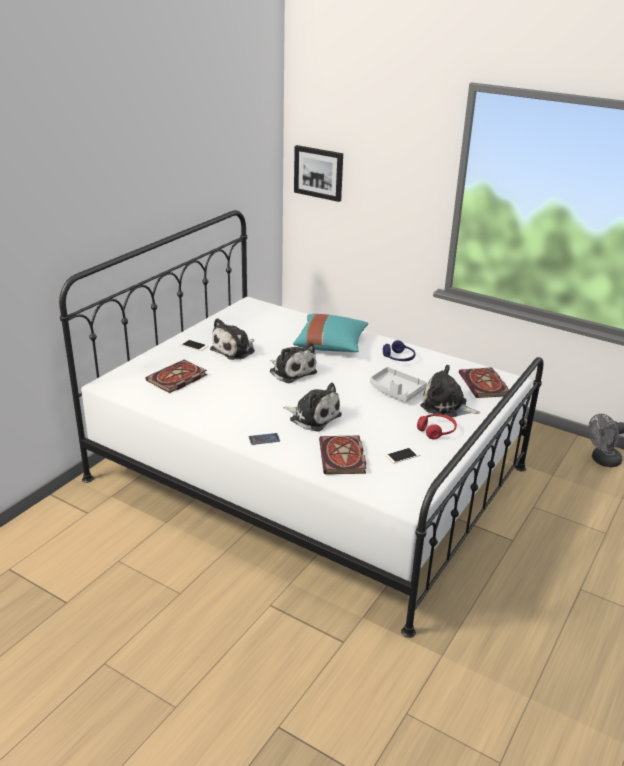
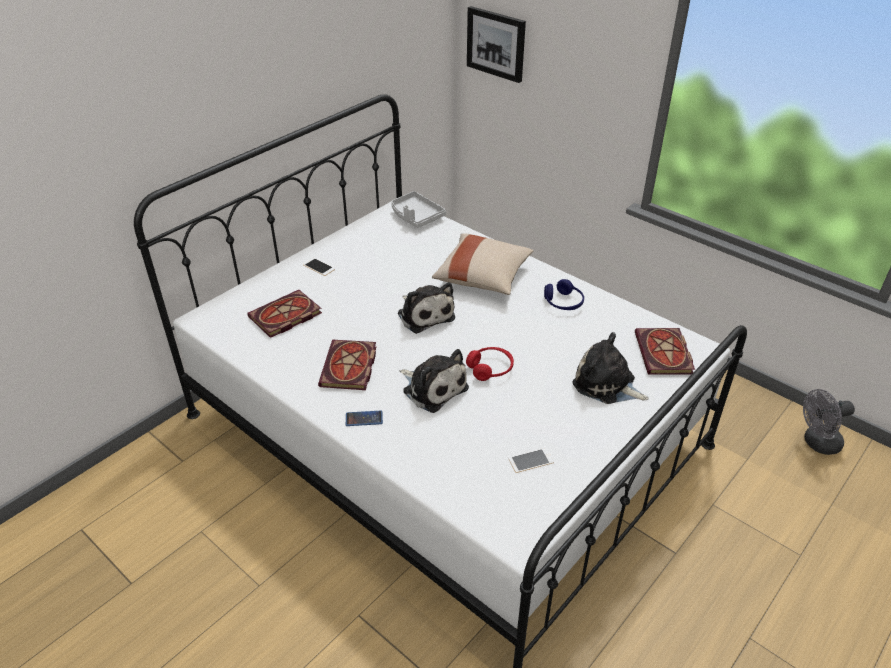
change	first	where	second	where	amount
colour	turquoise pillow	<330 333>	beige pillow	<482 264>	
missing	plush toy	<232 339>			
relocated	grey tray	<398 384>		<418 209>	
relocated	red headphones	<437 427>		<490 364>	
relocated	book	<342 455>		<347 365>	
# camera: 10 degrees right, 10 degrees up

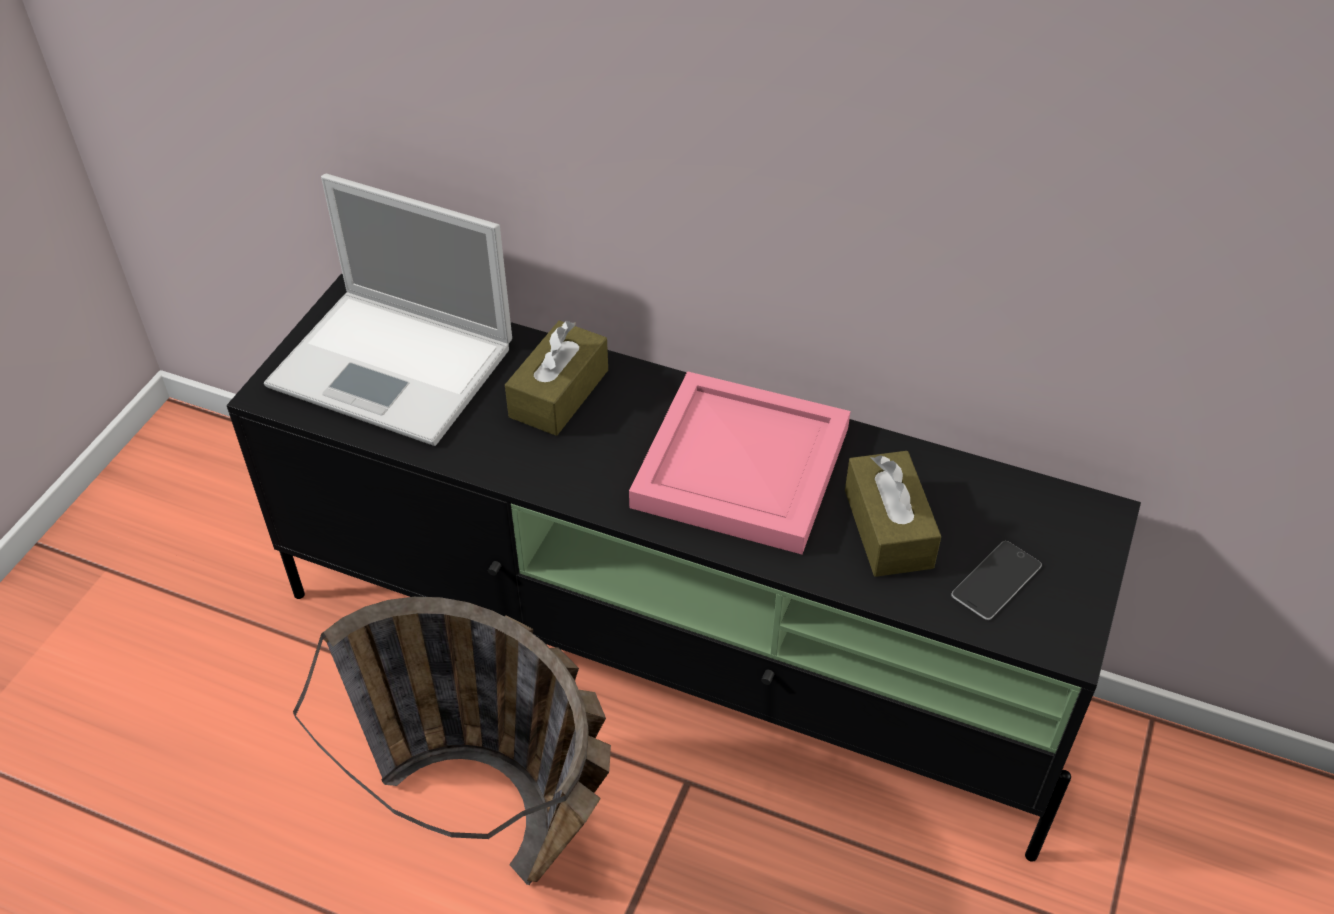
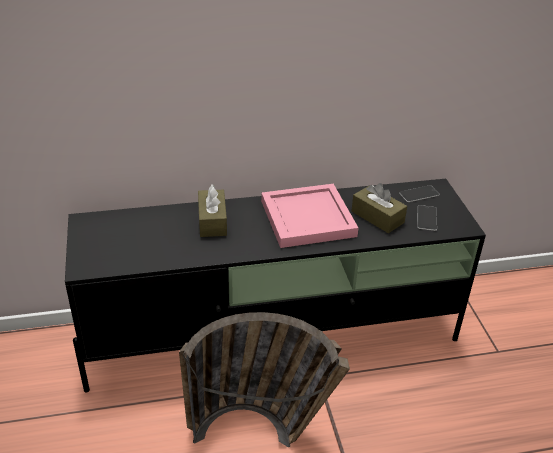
change	first	where	second	where	amount
missing	laptop	<388 310>			
appeared			phone	<419 193>	
# camera: 35 degrees left, 10 degrees down

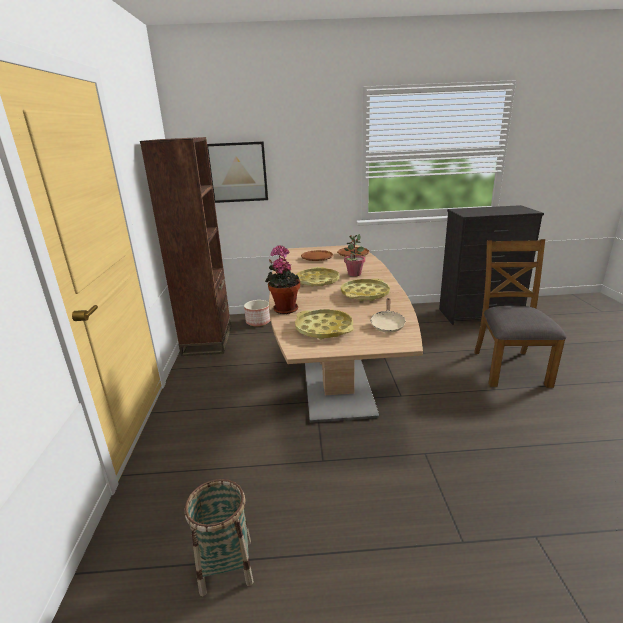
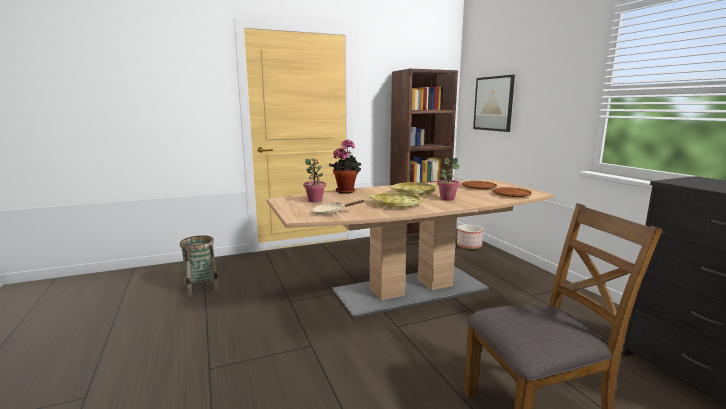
change	first	where	second	where	amount
exchanged	yellow tray	<324 324>	potted plant	<314 180>	
# camera: 70 degrees right, 10 degrees down

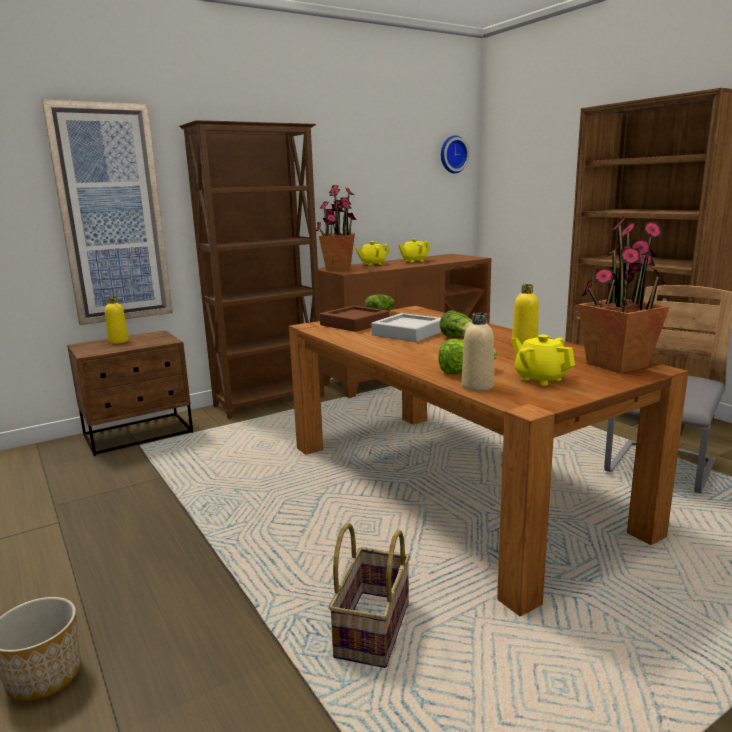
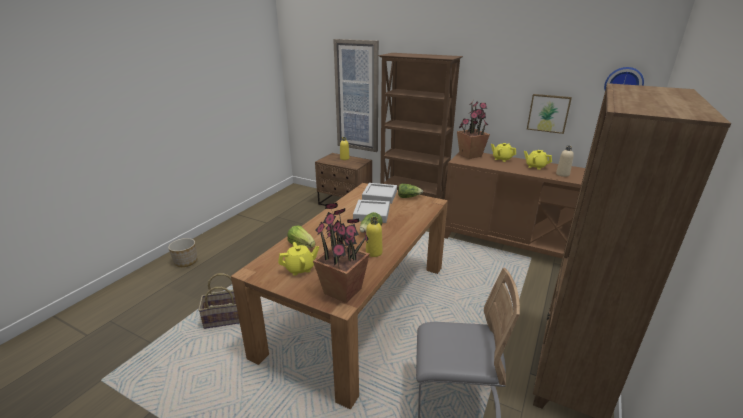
change	first	where	second	where	amount
colour	brown tray	<354 318>	grey tray	<379 193>	
relocated	beige bottle	<478 351>		<565 161>	
spun	yellow teapot	<543 360>		<298 259>	45 degrees clockwise
appeared			picture	<549 114>	
# camera: 60 degrees right, 10 degrees up

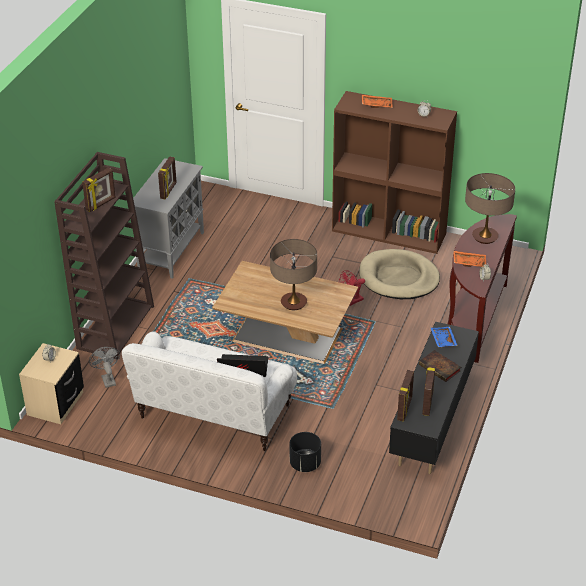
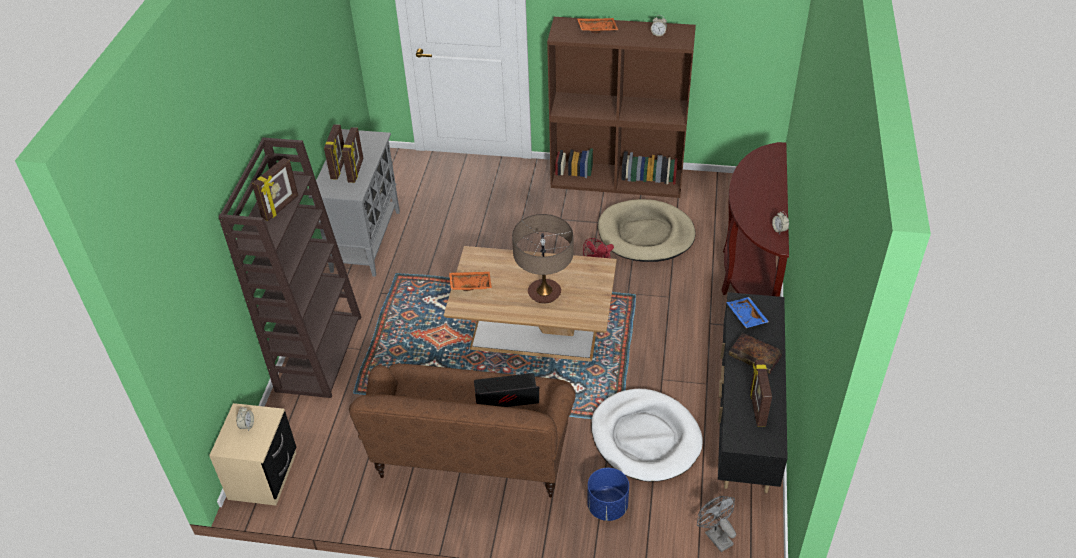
change	first	where	second	where	amount
missing	table lamp	<490 208>			
relocated	orange tray	<469 259>		<470 281>	
colour	white sofa	<209 391>	brown sofa	<462 431>	
relocated	grey fan	<104 367>		<716 524>	
relocated	picture frame	<405 395>		<334 152>	
colour	black planter	<305 452>	blue planter	<608 494>	
appeared			white dog bed	<647 435>	
# camera: 10 degrees left, 5 degrees up

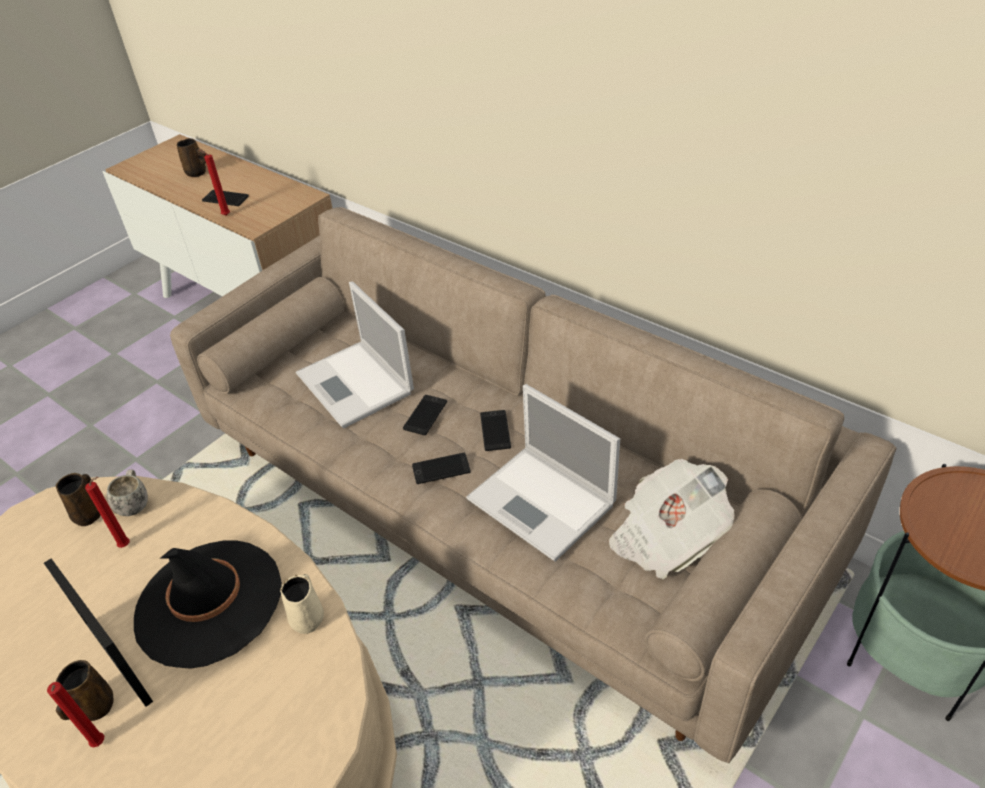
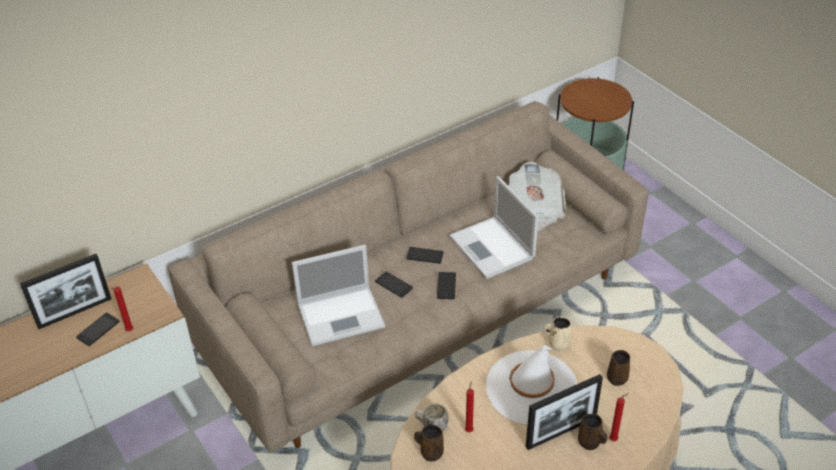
change	first	where	second	where	amount
relocated	brown mug	<191 157>		<618 368>	
spun	laptop	<543 473>		<494 227>	90 degrees clockwise
colour	black hat	<208 605>	white hat	<531 385>	
appeared			picture frame	<65 291>	
# camera: 75 degrees left, 0 degrees up

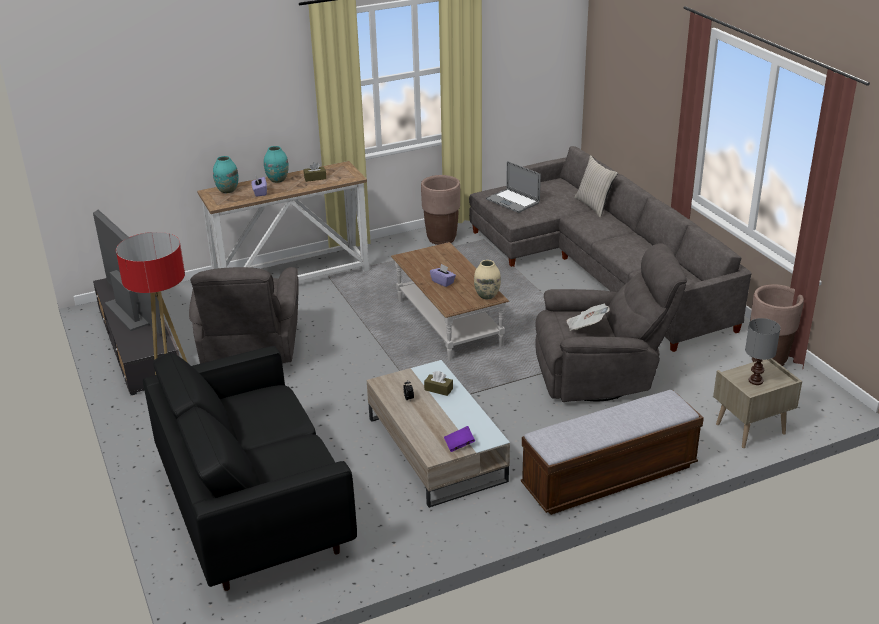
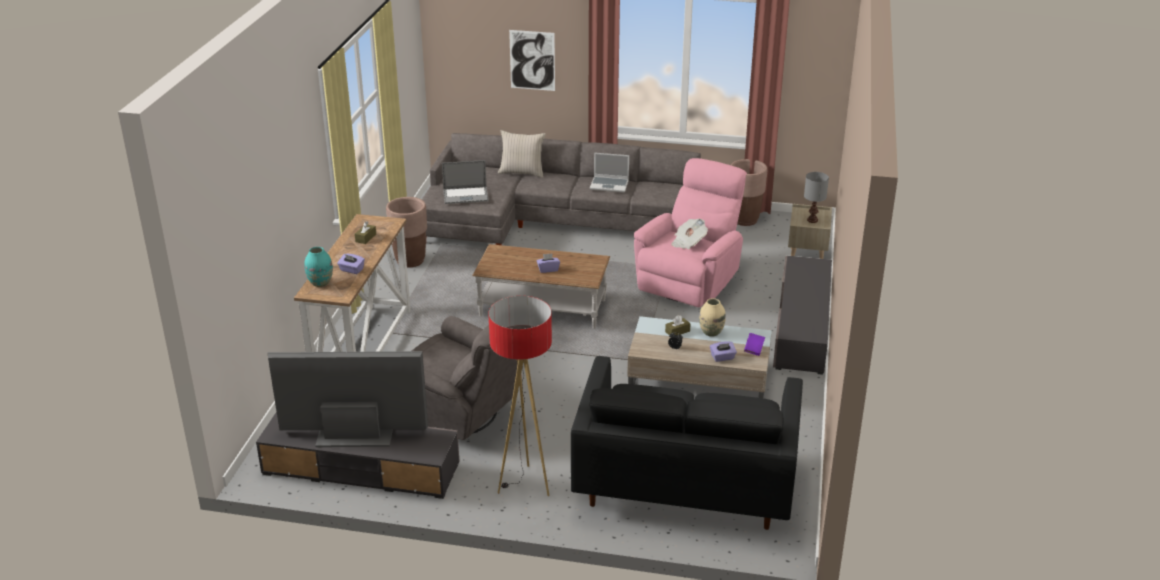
change	first	where	second	where	amount
missing	turquoise vase	<276 164>			
colour	grey armchair	<611 322>	pink armchair	<690 232>	
relocated	beige vase	<487 279>		<712 317>	
exchanged	bench	<612 452>	grey tv stand	<802 315>	
appeared			picture	<532 60>	
appeared			laptop	<609 172>	
appeared			purple tissue box	<723 351>	
# camera: 55 degrees left, 0 degrees up

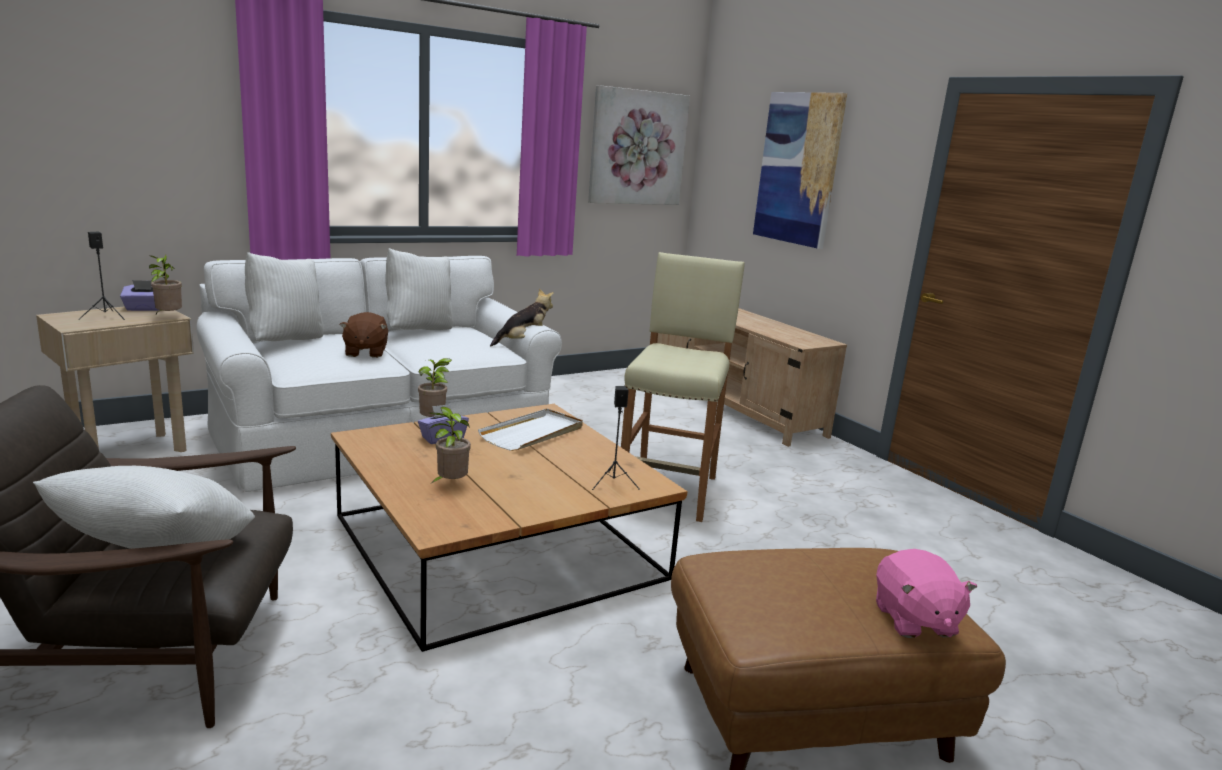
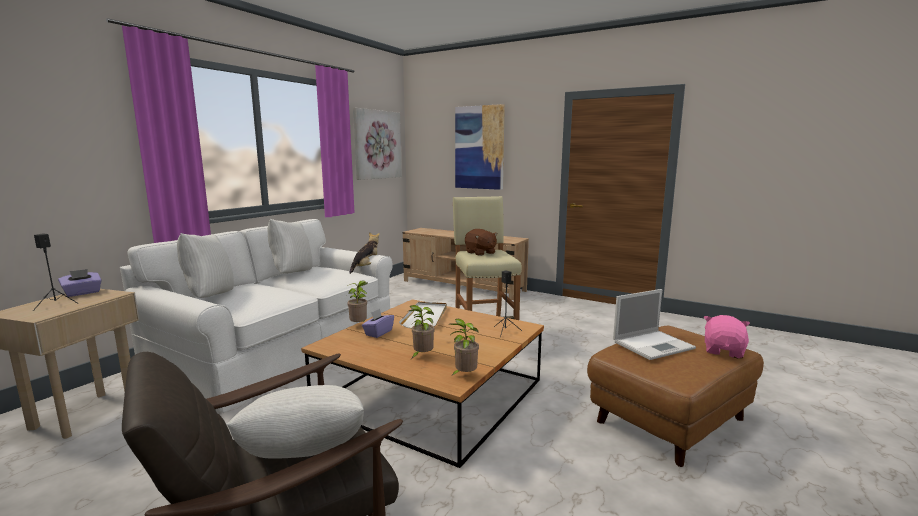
change	first	where	second	where	amount
relocated	potted plant	<165 284>		<464 348>	
relocated	brown plush toy	<363 335>		<481 242>	
spun	pink plush toy	<926 593>		<727 337>	120 degrees counterclockwise
appeared			laptop	<654 324>	
# camera: 25 degrees left, 5 degrees down

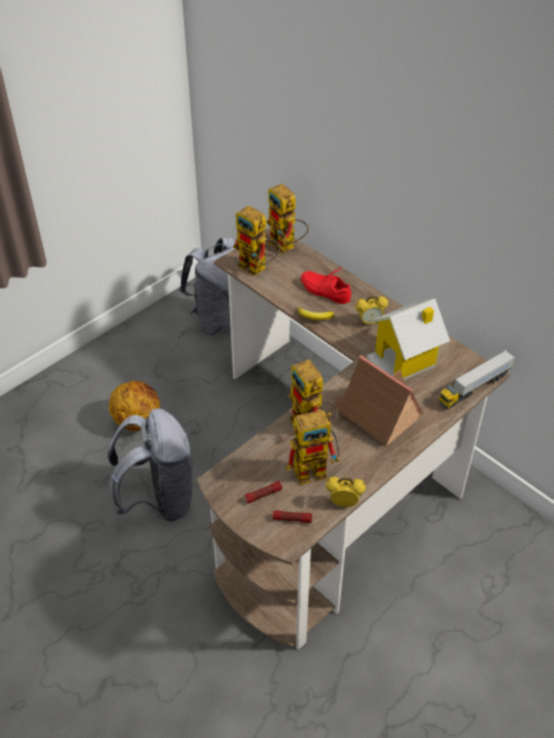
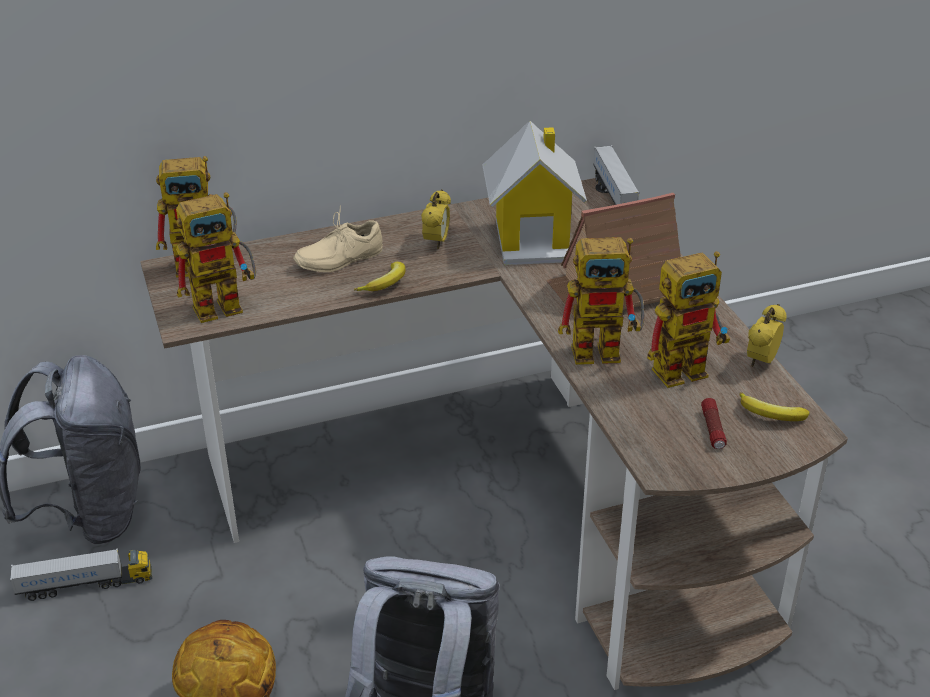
change	first	where	second	where	amount
colour	red shoe	<326 285>	beige shoe	<338 238>	
spun	toy robot	<313 447>		<688 319>	60 degrees clockwise
exchanged	flashlight	<292 516>	banana	<774 406>	
appeared			toy truck	<81 574>	
# camera: 65 degrees left, 10 degrees down

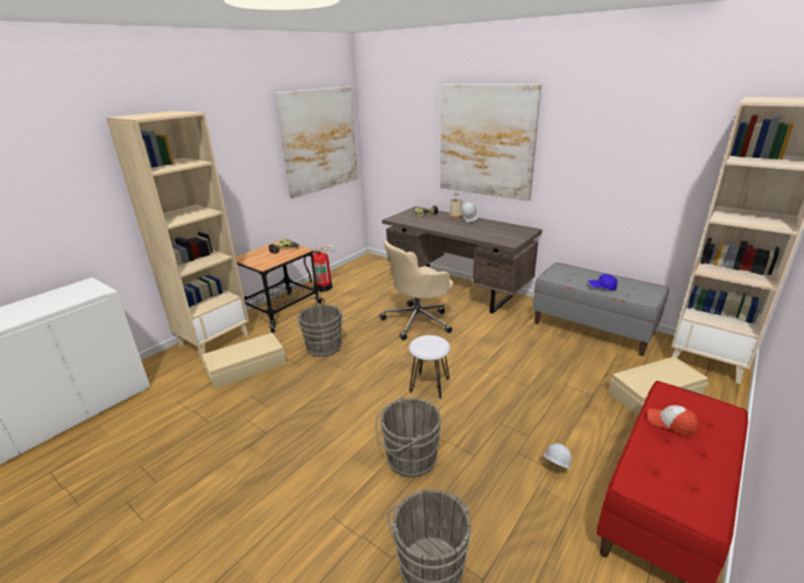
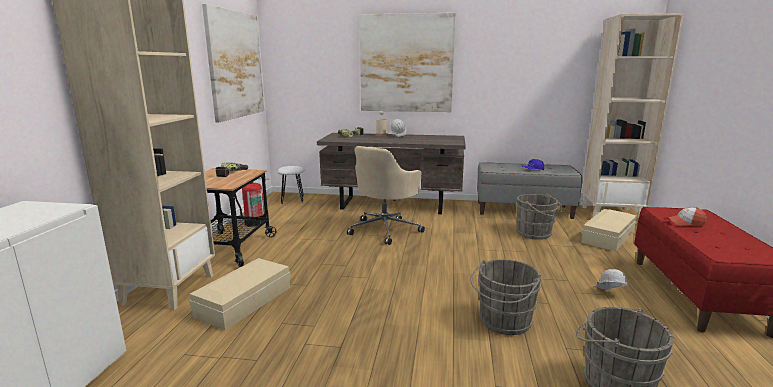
change	first	where	second	where	amount
relocated	grey bucket	<320 331>		<539 217>	
relocated	white stool	<430 367>		<290 185>	
# camera: 30 degrees left, 10 degrees down

